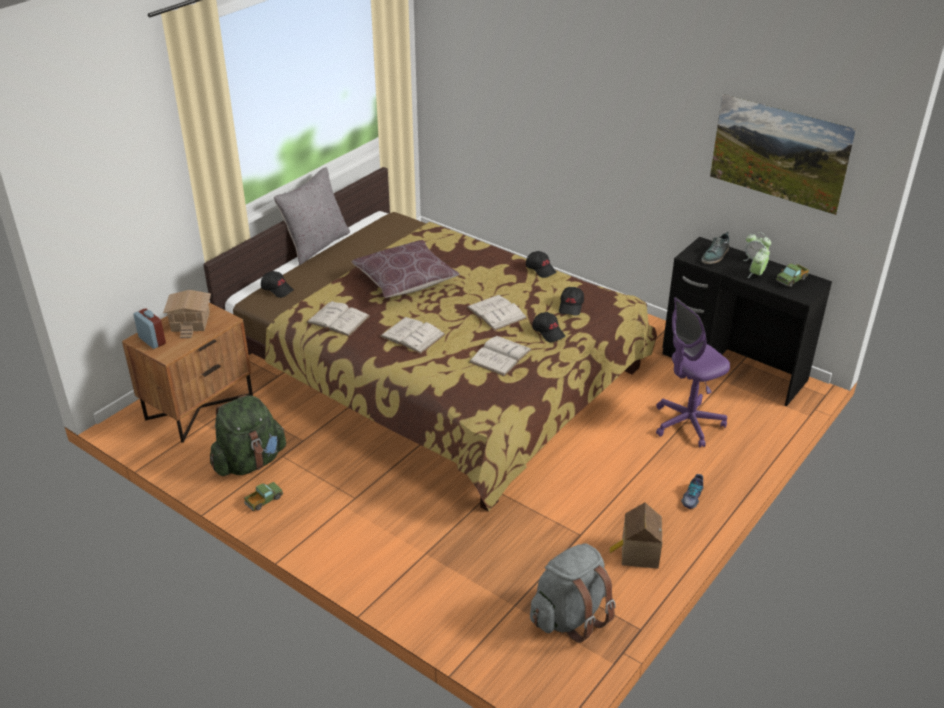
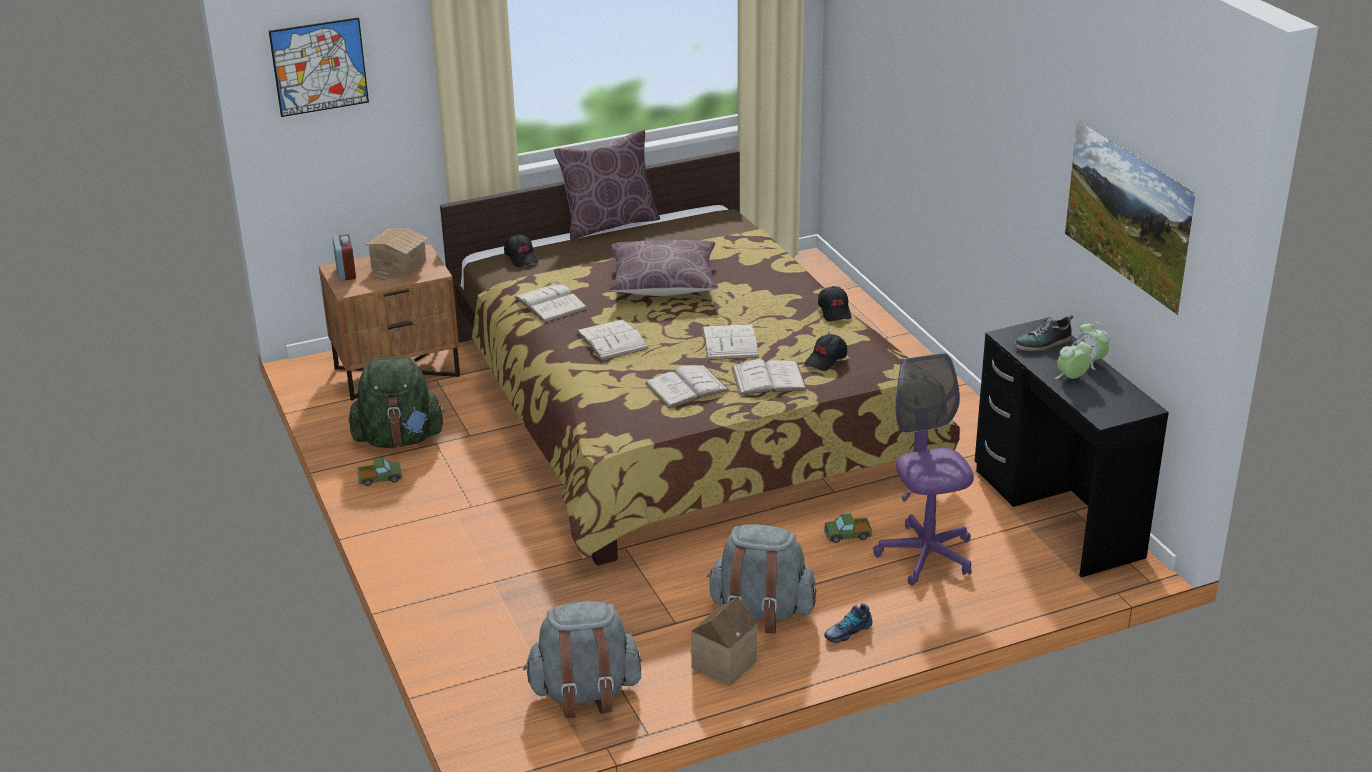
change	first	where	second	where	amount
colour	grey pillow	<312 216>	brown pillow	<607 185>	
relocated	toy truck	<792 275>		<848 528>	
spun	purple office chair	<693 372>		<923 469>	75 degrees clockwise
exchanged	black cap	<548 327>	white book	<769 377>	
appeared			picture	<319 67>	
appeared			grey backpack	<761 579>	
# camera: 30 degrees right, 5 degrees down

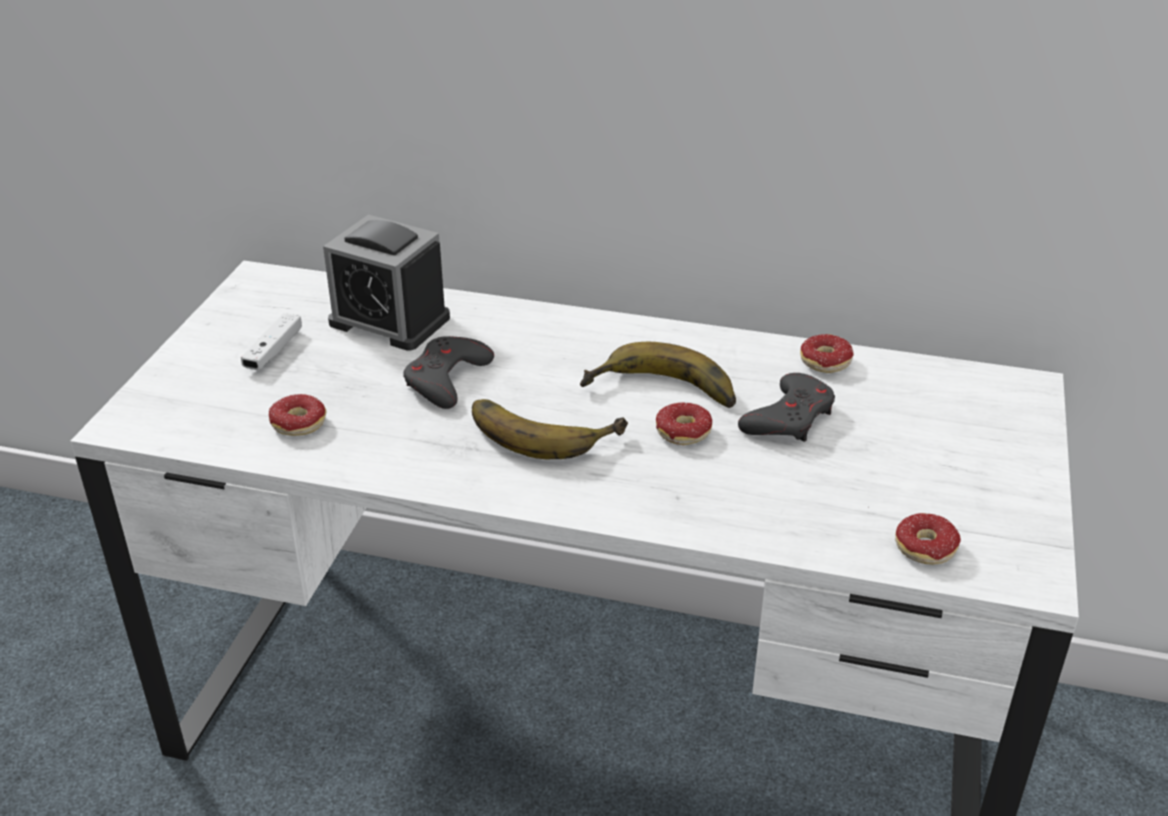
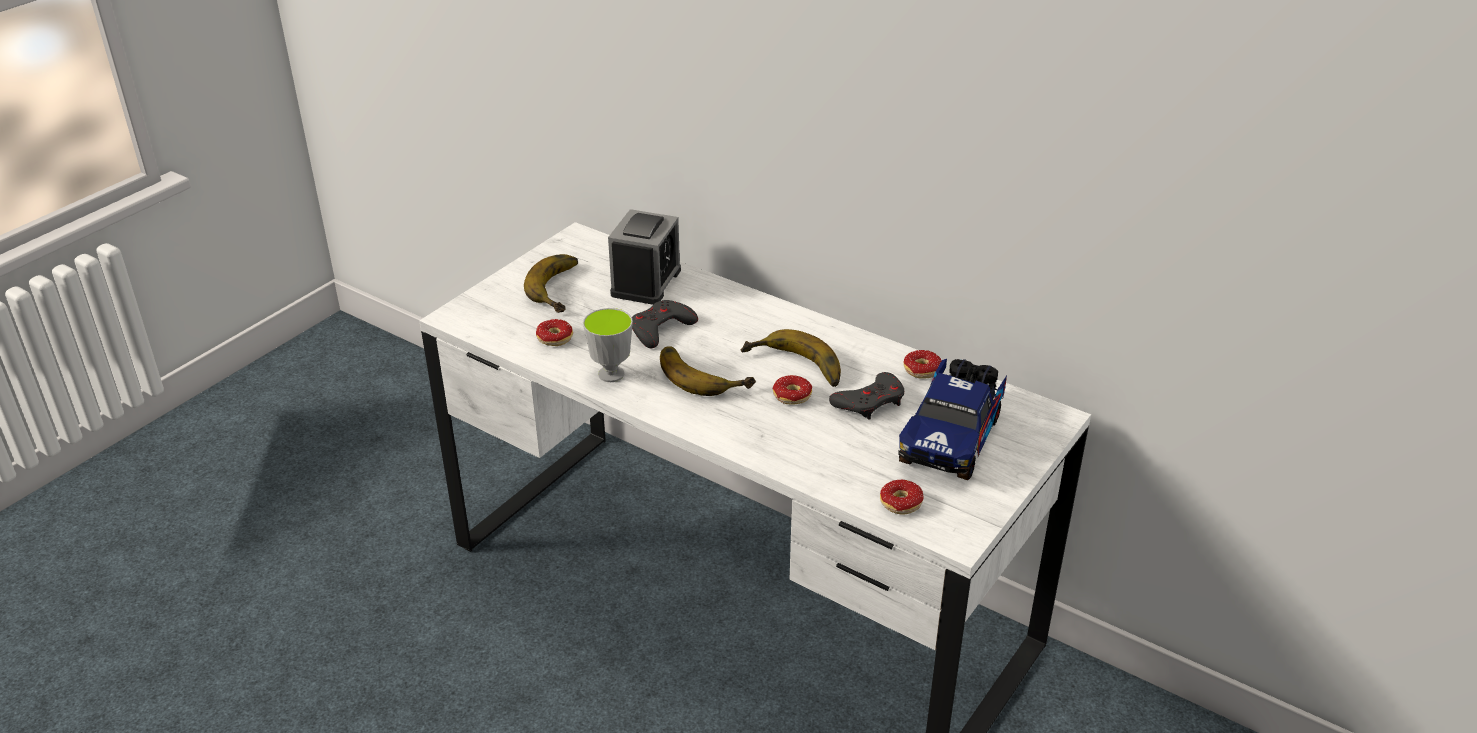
change	first	where	second	where	amount
spun	alarm clock	<386 283>		<644 257>	120 degrees counterclockwise
exchanged	white game controller	<271 341>	banana	<551 283>	
appeared			cup	<608 345>	
appeared			toy truck	<952 419>	
# camera: 20 degrees right, 0 degrees up

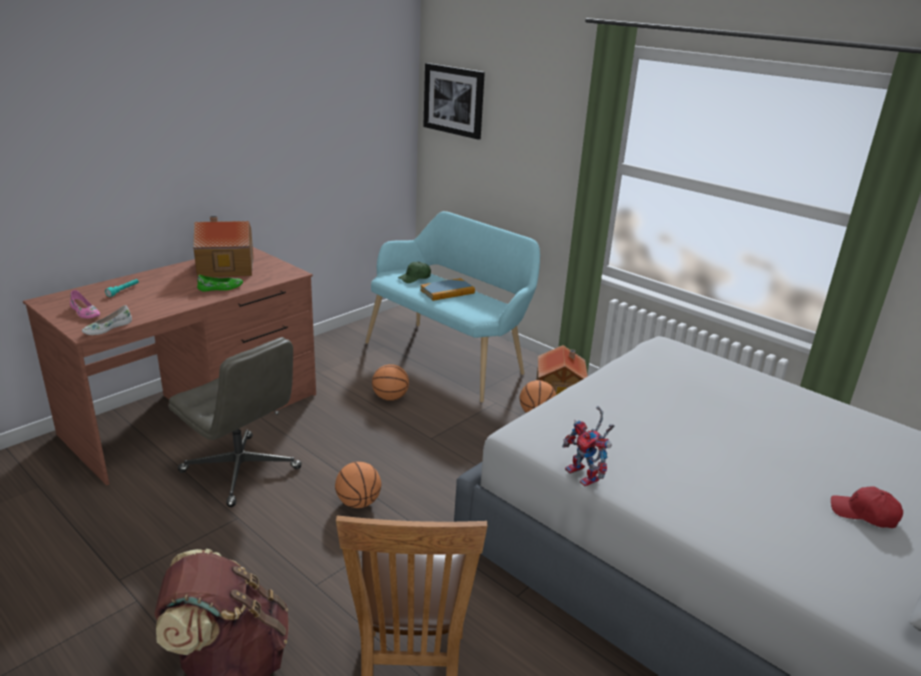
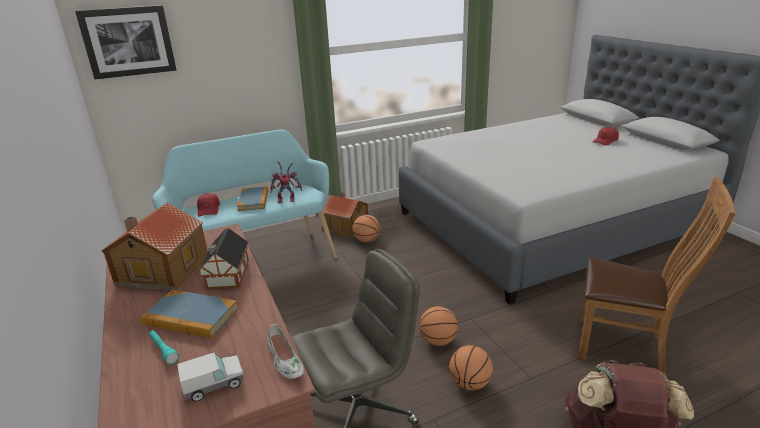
change	first	where	second	where	amount
colour	green cap	<414 272>	red cap	<208 204>	
exchanged	green shoe	<220 283>	toy house	<223 258>	
exchanged	pink shoe	<85 304>	toy truck	<210 376>	
relocated	basketball	<390 382>		<471 367>	
relocated	toy robot	<588 446>		<286 182>	
appeared			book	<189 314>	
# camera: 65 degrees left, 0 degrees up

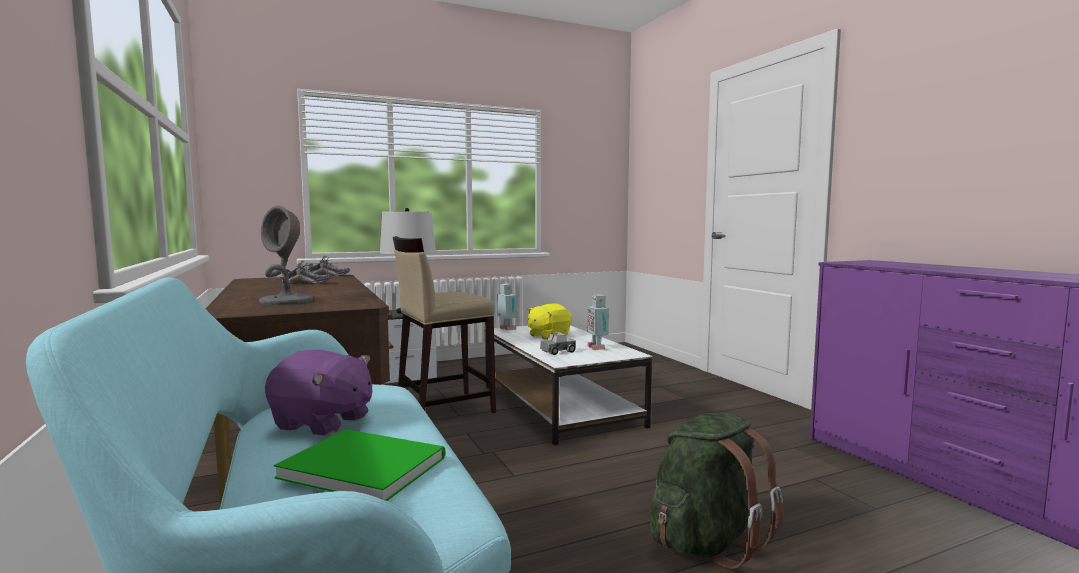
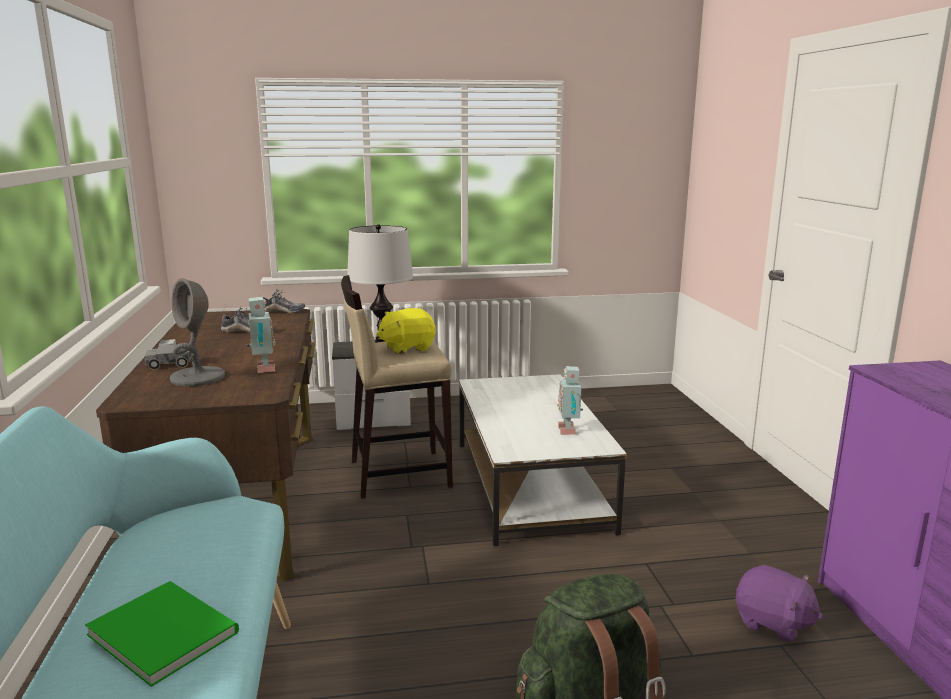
change	first	where	second	where	amount
relocated	toy robot	<506 306>		<261 335>	
relocated	yellow plush toy	<549 321>		<406 331>	
relocated	toy truck	<558 343>		<168 354>	
relocated	purple plush toy	<318 393>		<780 603>	
# camera: 15 degrees right, 10 degrees up

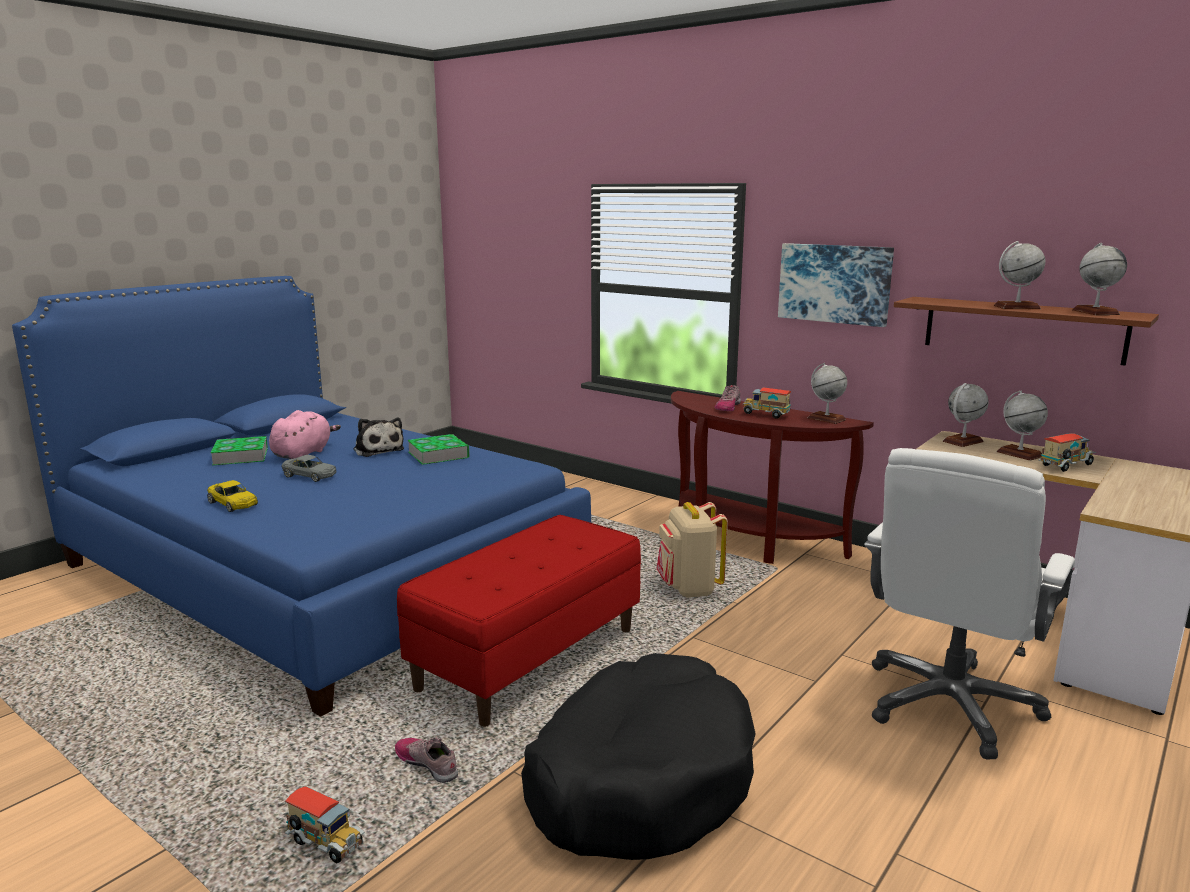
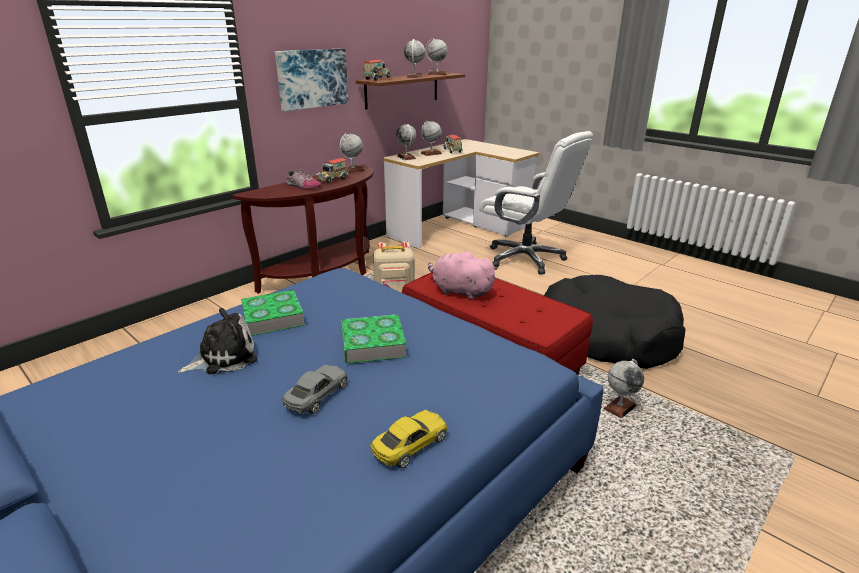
change	first	where	second	where	amount
relocated	pink plush toy	<305 434>		<462 275>	
relocated	book	<239 450>		<374 339>	
exchanged	shoe	<426 760>	globe	<623 389>	
relocated	toy truck	<325 824>		<377 70>	
# camera: 85 degrees left, 10 degrees up

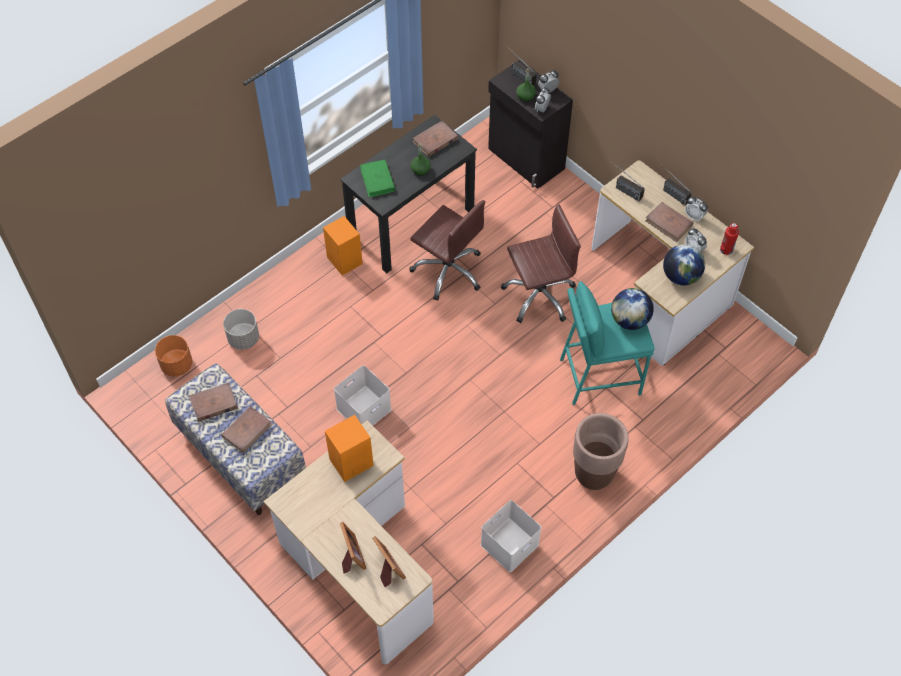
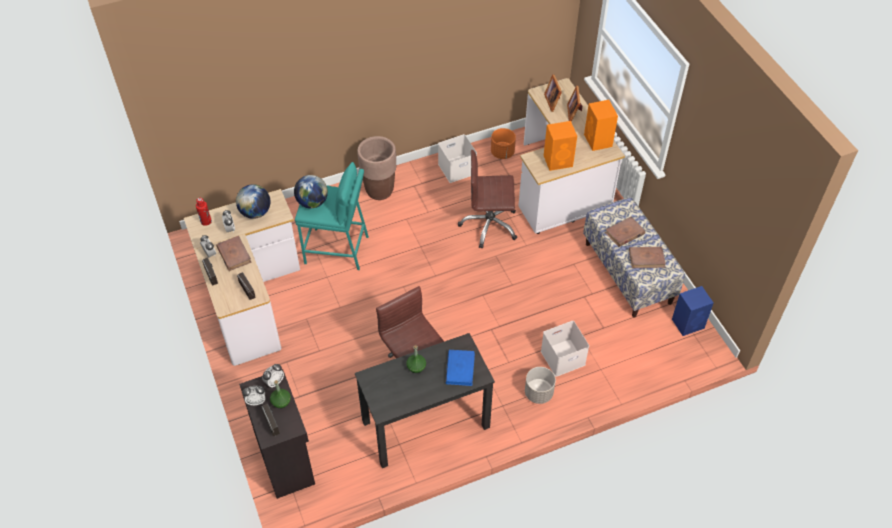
change	first	where	second	where	amount
missing	brown book	<435 139>			
colour	green book	<378 178>	blue book	<460 368>	
relocated	brown office chair	<541 263>		<487 199>	
relocated	orange speaker	<343 245>		<601 125>	
relocated	grey planter	<241 329>		<540 385>	
relocated	orange planter	<173 356>		<503 143>	
relocated	white storage box	<363 395>		<565 349>	
appeared			blue speaker	<693 311>	
# camera: 160 degrees left, 5 degrees down

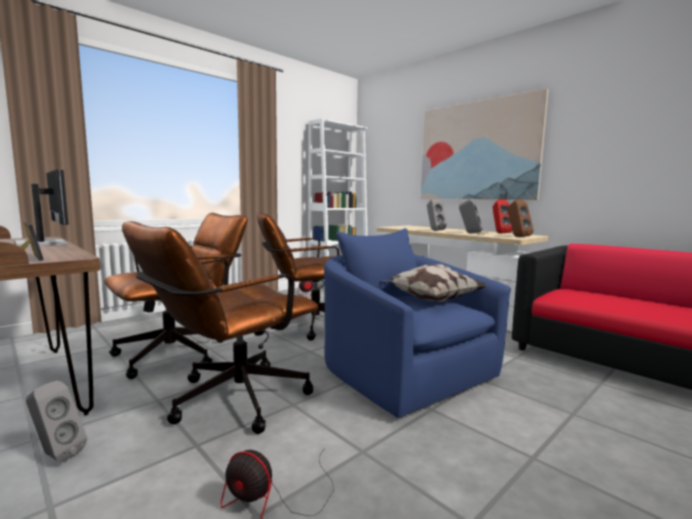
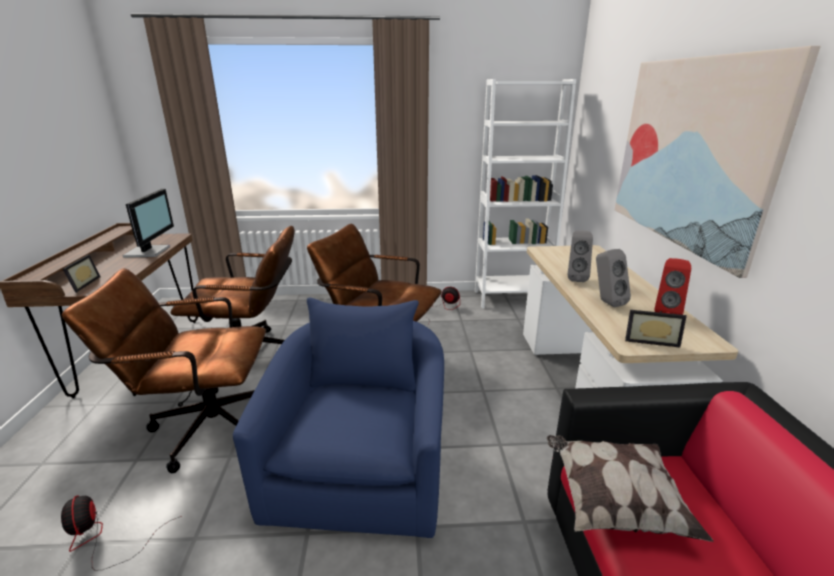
change	first	where	second	where	amount
exchanged	brown speaker	<521 218>	picture frame	<656 329>	
relocated	pillow	<435 282>		<630 488>	
missing	grey speaker	<56 422>			
# camera: 40 degrees right, 15 degrees up

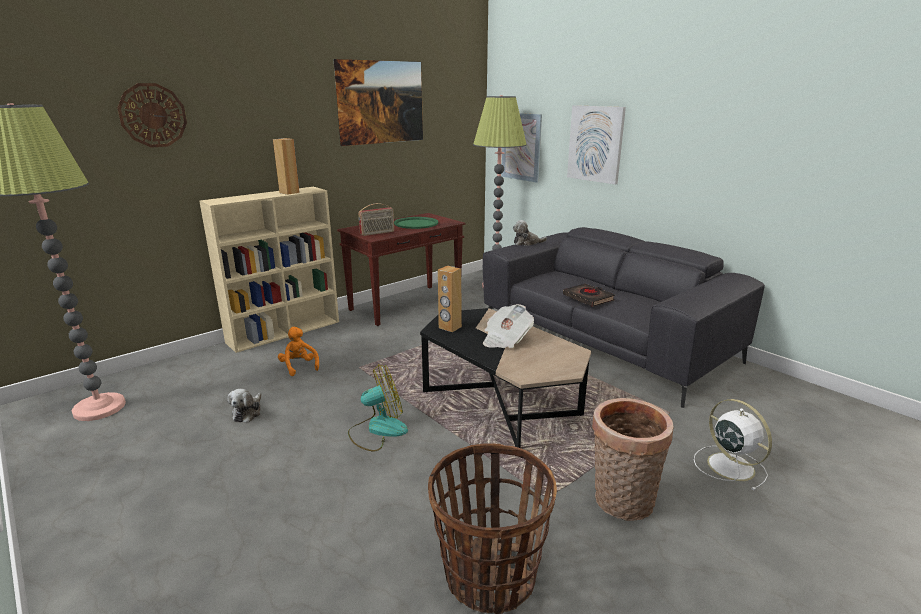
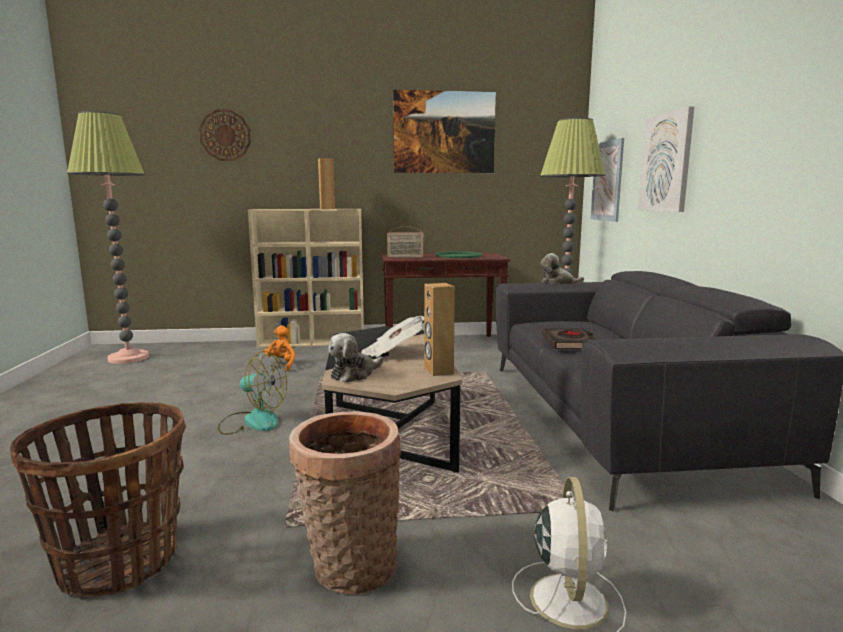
change	first	where	second	where	amount
relocated	brown speaker	<450 299>		<439 329>	
relocated	plush toy	<244 406>		<355 358>	
# camera: 35 degrees right, 10 degrees down

